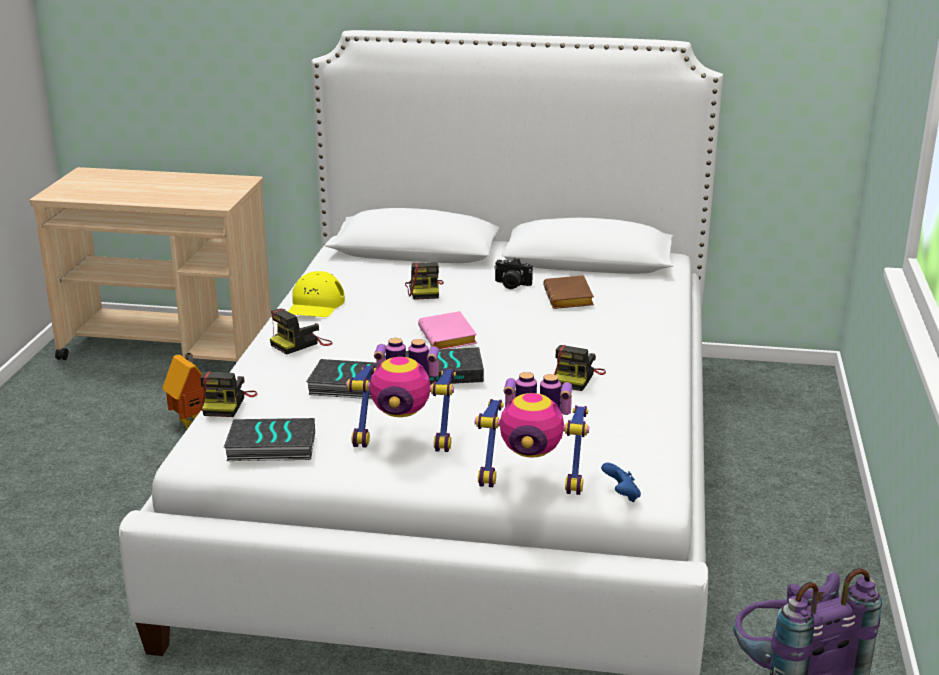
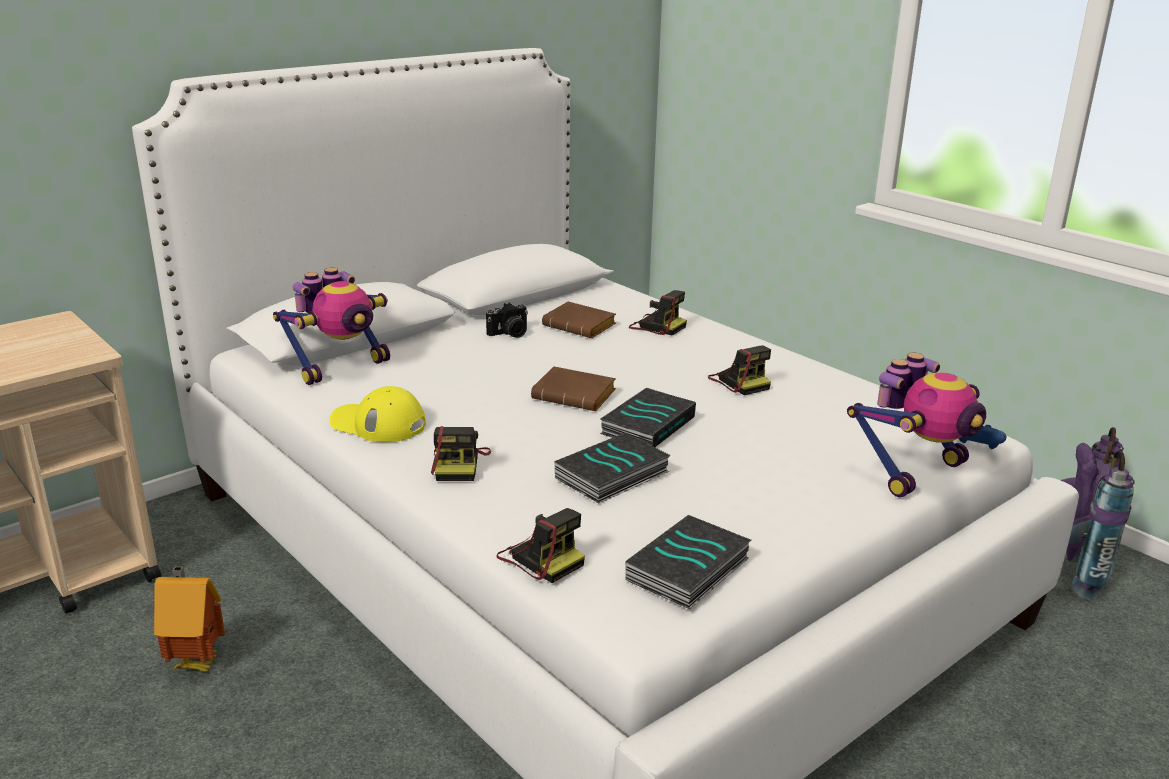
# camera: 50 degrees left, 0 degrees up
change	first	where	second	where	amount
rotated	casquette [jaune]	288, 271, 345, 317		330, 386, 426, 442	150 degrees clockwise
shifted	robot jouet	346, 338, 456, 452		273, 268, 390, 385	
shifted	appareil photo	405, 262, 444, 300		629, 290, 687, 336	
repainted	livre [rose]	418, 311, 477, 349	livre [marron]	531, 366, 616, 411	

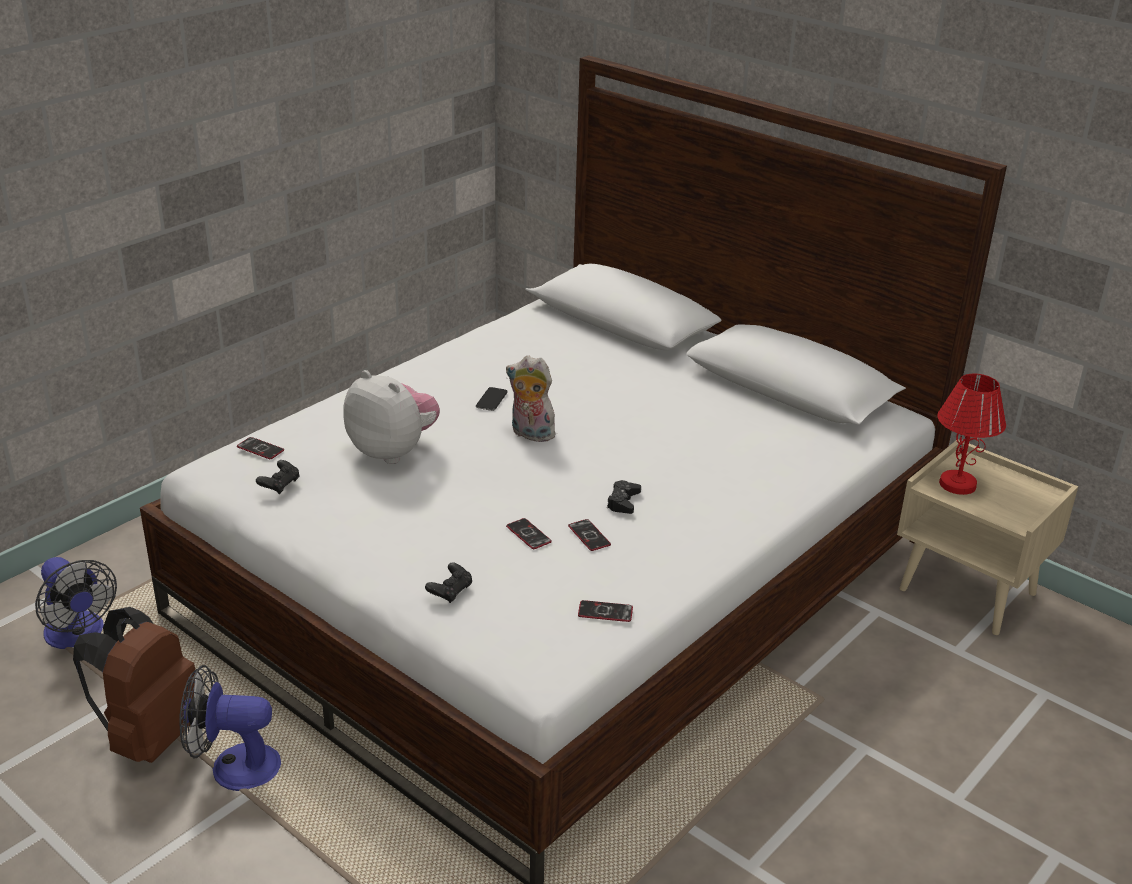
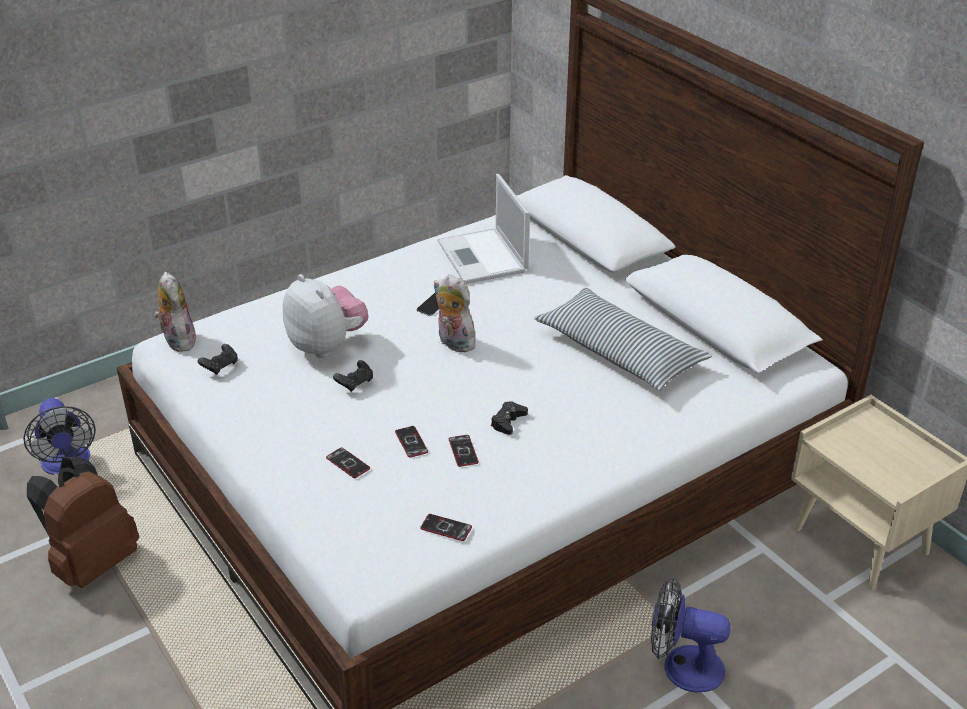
# camera: 15 degrees right, 5 degrees up
change	first	where	second	where	amount
shifted	ventilateur	179, 665, 281, 791		651, 577, 730, 692	
shifted	téléphone	237, 437, 284, 459		326, 447, 370, 478	
shifted	manette [noir]	425, 562, 472, 603		333, 360, 373, 392	
gone	lampe de table [rouge]	937, 374, 1006, 495			
new			peluche	154, 272, 196, 352	
new			ordinateur portable	438, 174, 530, 284	
new			coussin	534, 288, 712, 391	

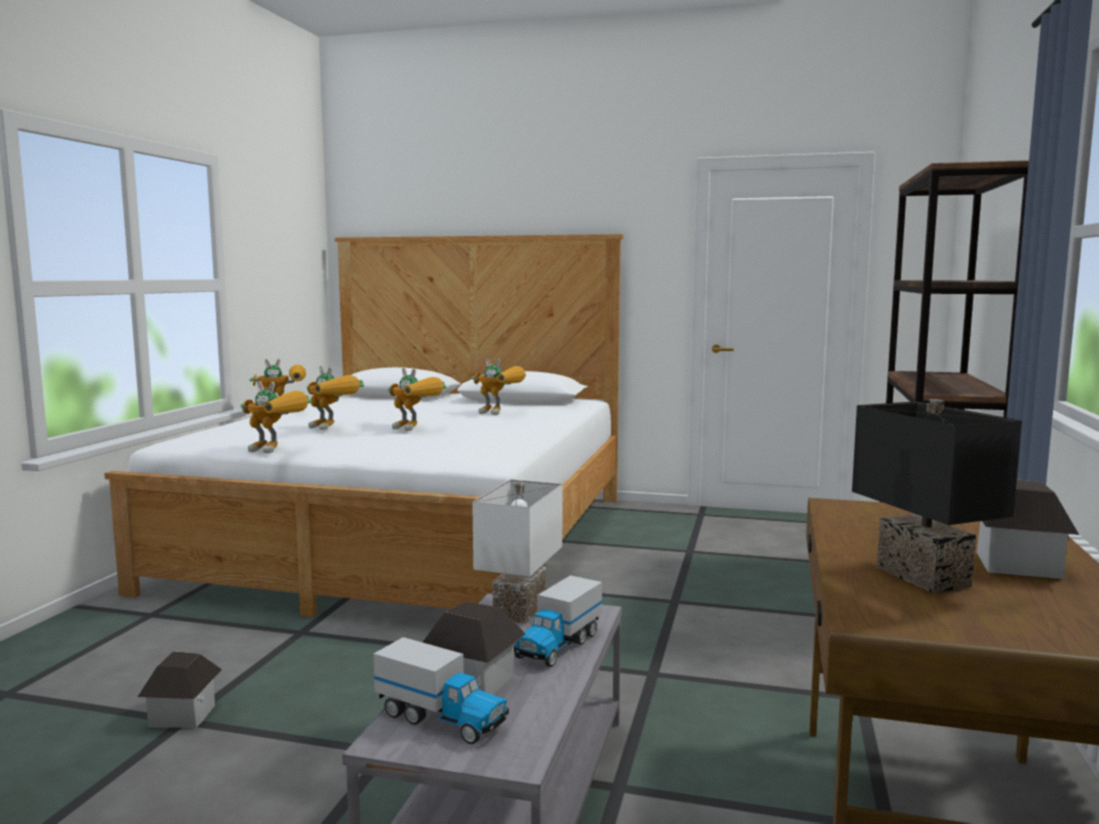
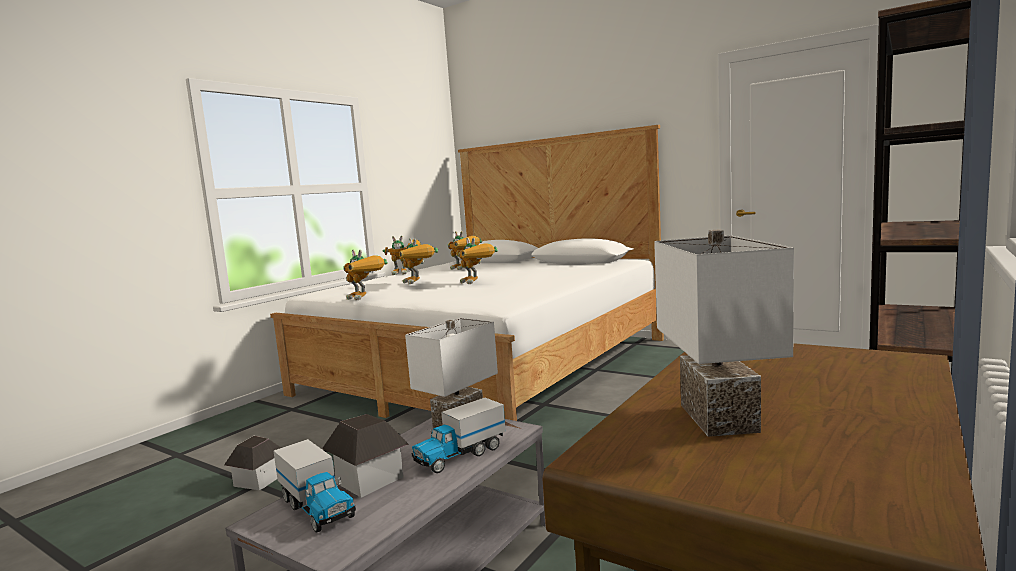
# camera: 20 degrees right, 0 degrees up
change	first	where	second	where	amount
shifted	robot jouet	472, 358, 526, 415		447, 231, 482, 270	
repainted	lampe de table [noir]	852, 399, 1022, 593	lampe de table [blanc]	654, 229, 794, 437	
gone	maison miniature	977, 479, 1079, 579			

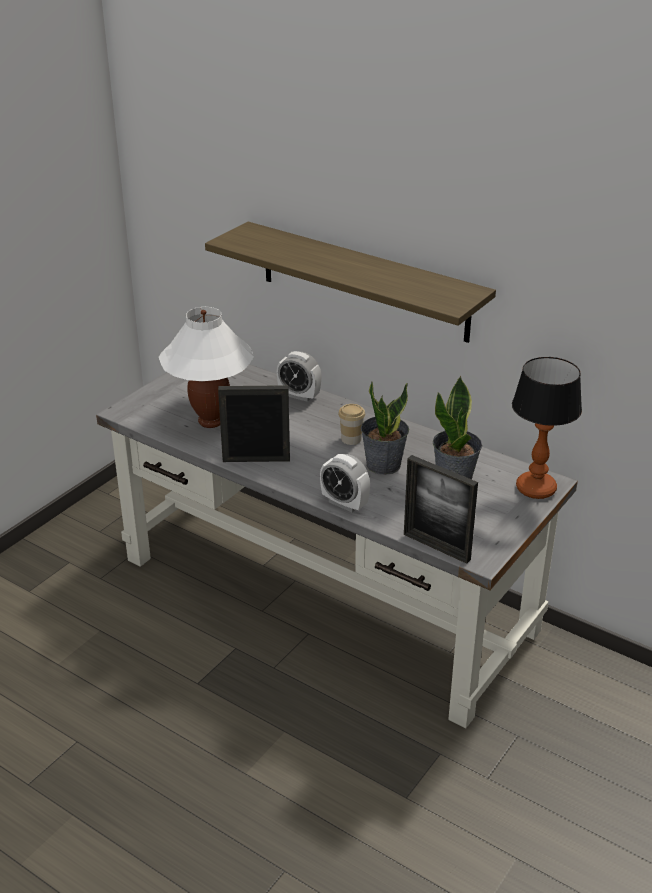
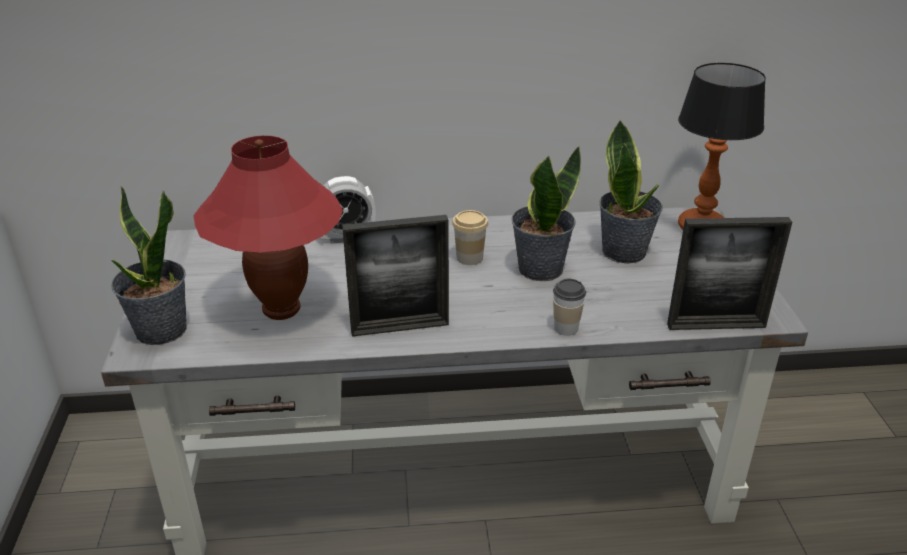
# camera: 40 degrees left, 0 degrees up
change	first	where	second	where	amount
repainted	lampe de table [blanc]	158, 307, 254, 428	lampe de table [rouge]	193, 135, 343, 320	
gone	étagère	205, 222, 496, 343			
rotated	cadre photo	218, 385, 290, 462		342, 215, 449, 337	150 degrees counterclockwise
swapped	réveil	320, 454, 370, 512	tasse	553, 279, 586, 336	
new			plante en pot	111, 187, 187, 345	

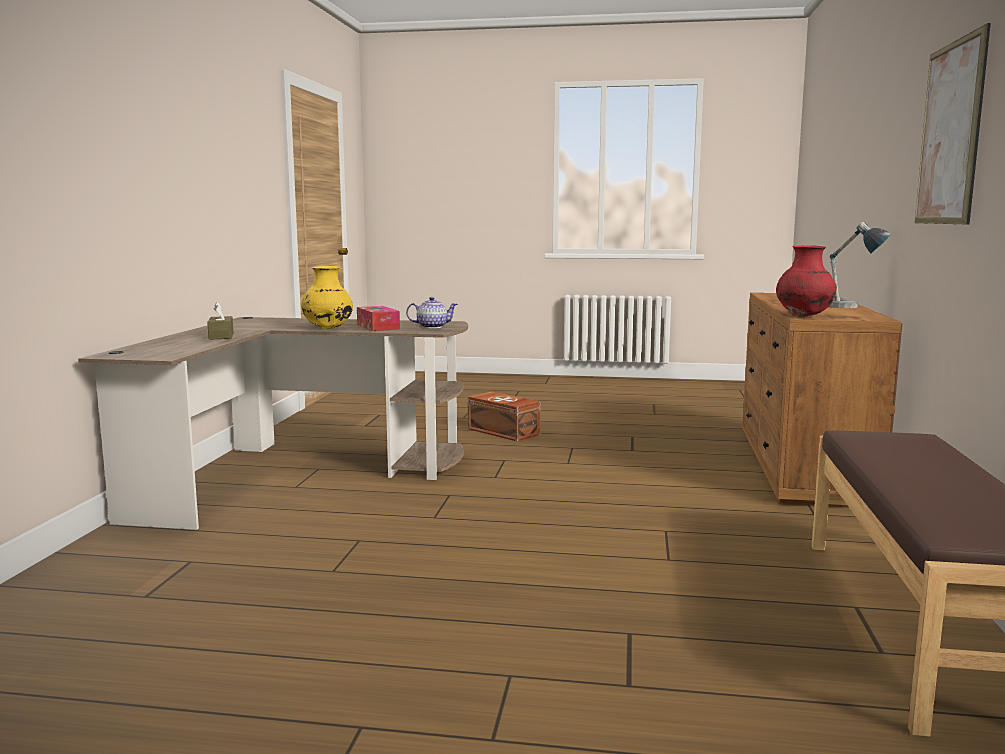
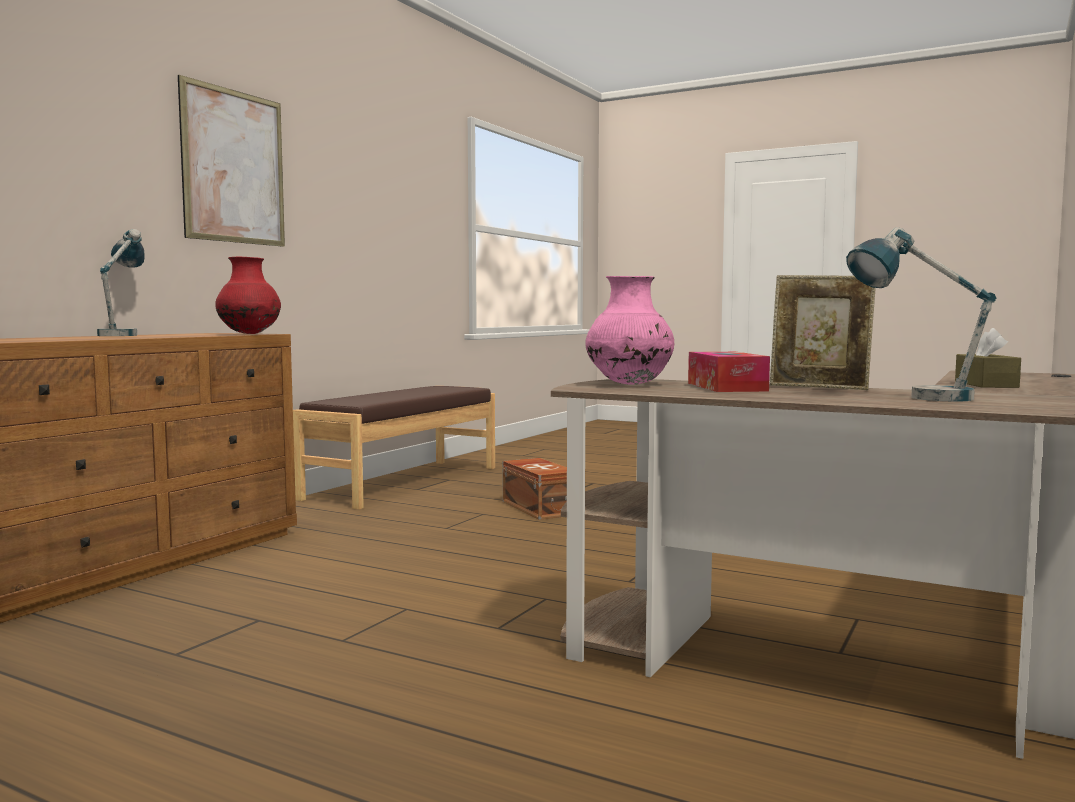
# camera: 160 degrees left, 5 degrees down
change	first	where	second	where	amount
swapped	vase [jaune]	301, 266, 353, 329	cadre photo	770, 275, 876, 390	
swapped	théière	406, 297, 458, 328	vase [rose]	585, 276, 674, 385	
shifted	boîte de rangement [marron]	468, 391, 541, 441		502, 458, 567, 520	
new			lampe de table	846, 227, 996, 401	

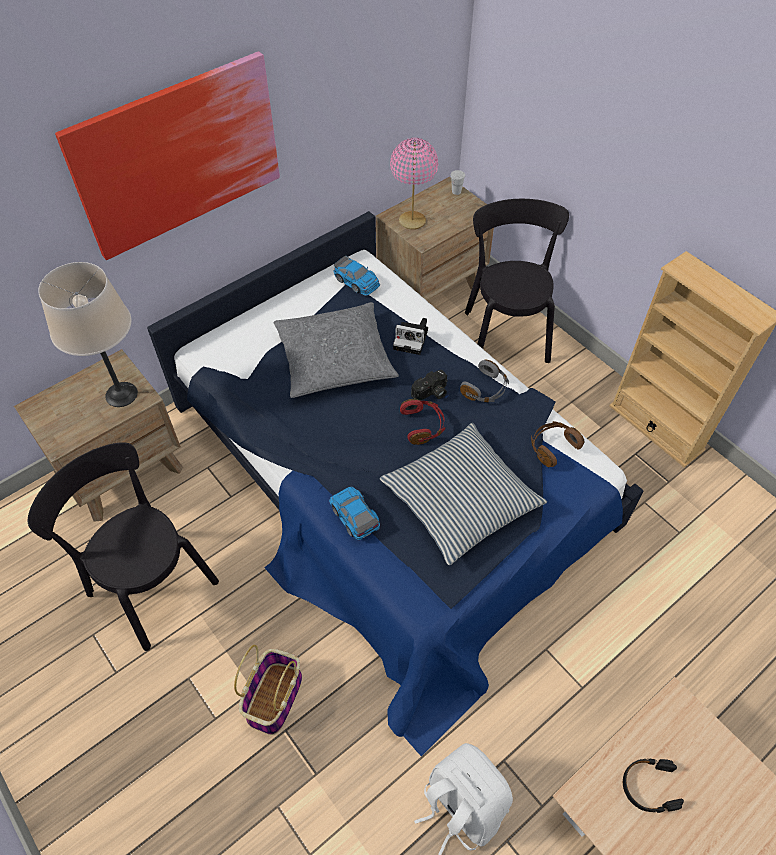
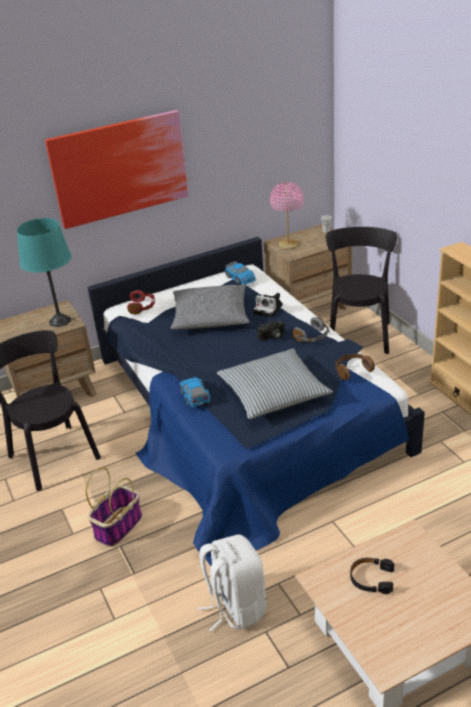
# camera: 15 degrees right, 20 degrees down
change	first	where	second	where	amount
repainted	lampe de table [beige]	38, 262, 138, 407	lampe de table [turquoise]	17, 218, 71, 327	
shifted	casque audio [rouge]	400, 399, 445, 445		127, 290, 155, 314	

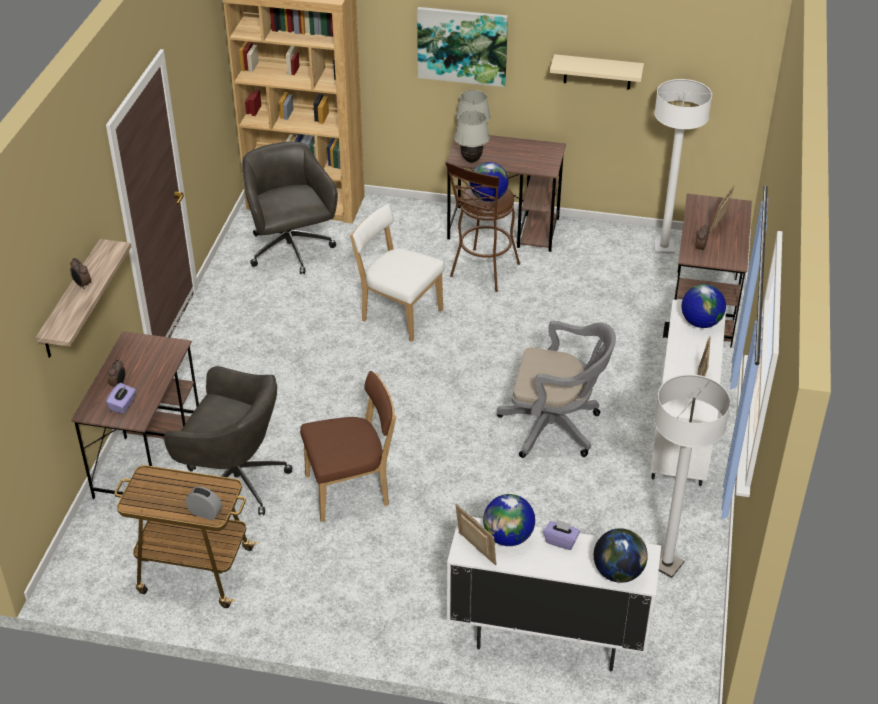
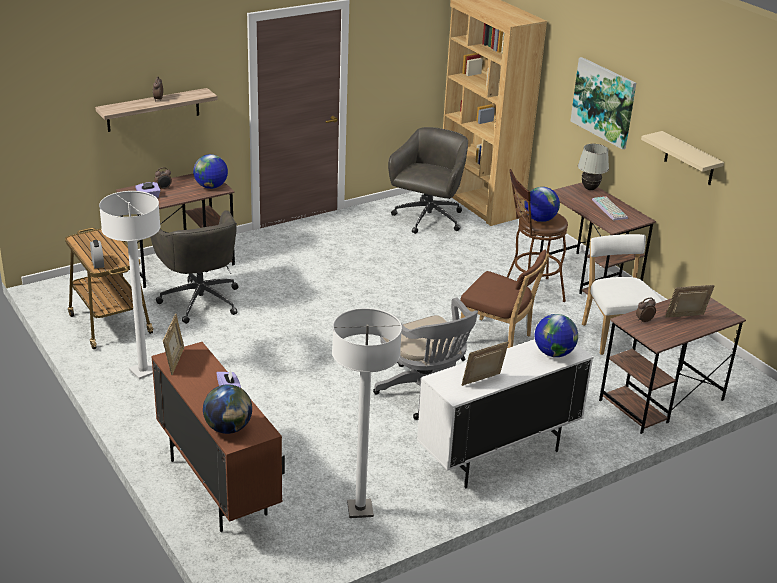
# camera: 45 degrees right, 10 degrees down
change	first	where	second	where	amount
shifted	chaise [marron]	300, 371, 396, 522		460, 250, 549, 348	
shifted	chaise [blanc]	350, 204, 445, 342		582, 234, 662, 355	
repainted	meuble de rangement [blanc]	447, 517, 661, 672	meuble de rangement [marron]	151, 342, 285, 532	
gone	lampe de table [blanc]	454, 110, 490, 163			
shifted	globe	483, 494, 535, 546		193, 154, 228, 189	
shifted	lampadaire [blanc]	654, 79, 712, 254		99, 191, 161, 380	
new			clavier	592, 196, 628, 221	

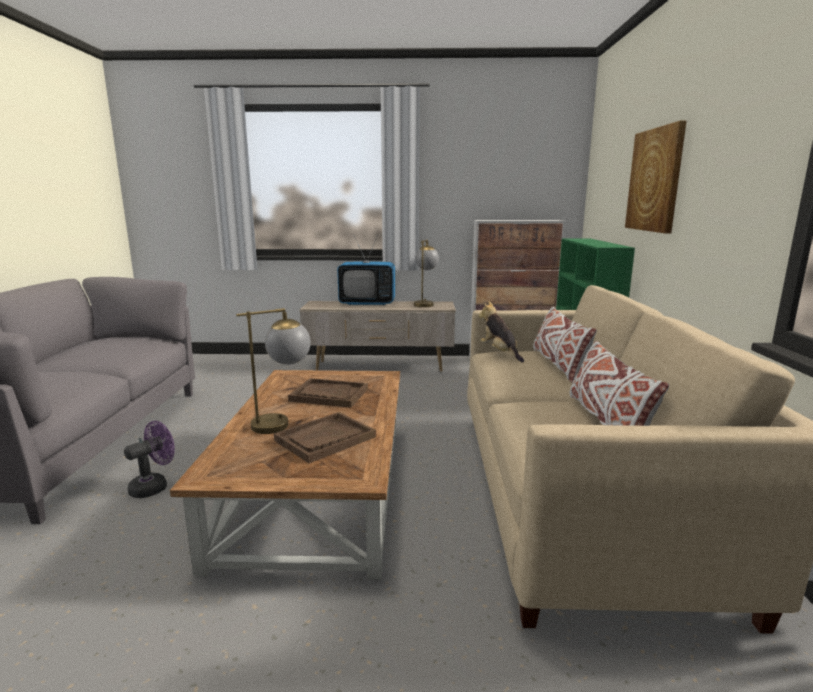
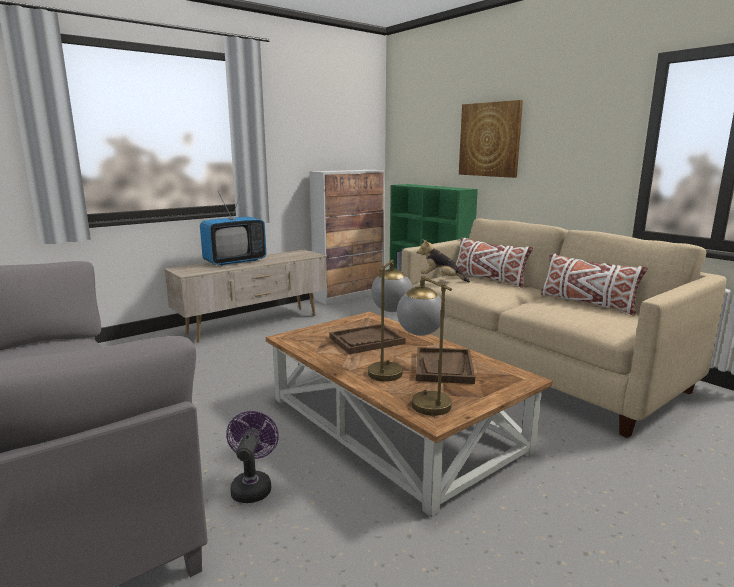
# camera: 40 degrees left, 0 degrees up
change	first	where	second	where	amount
shifted	lampe de table	414, 240, 439, 307		397, 276, 452, 416	

